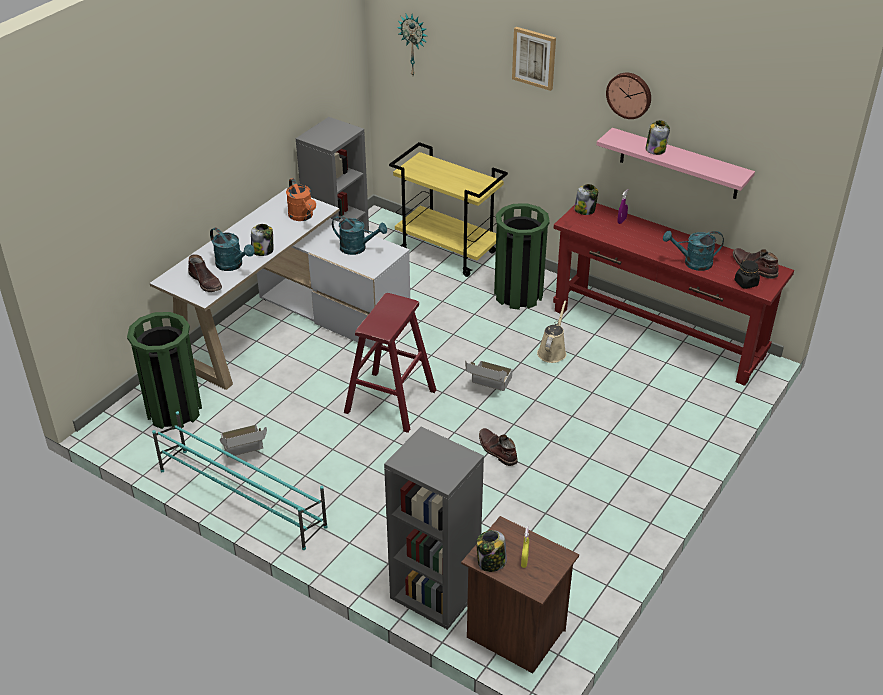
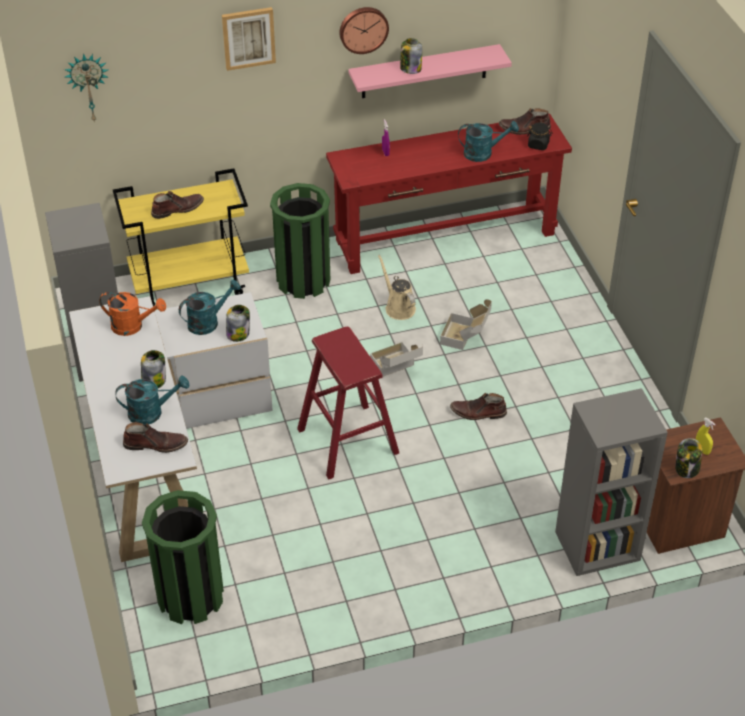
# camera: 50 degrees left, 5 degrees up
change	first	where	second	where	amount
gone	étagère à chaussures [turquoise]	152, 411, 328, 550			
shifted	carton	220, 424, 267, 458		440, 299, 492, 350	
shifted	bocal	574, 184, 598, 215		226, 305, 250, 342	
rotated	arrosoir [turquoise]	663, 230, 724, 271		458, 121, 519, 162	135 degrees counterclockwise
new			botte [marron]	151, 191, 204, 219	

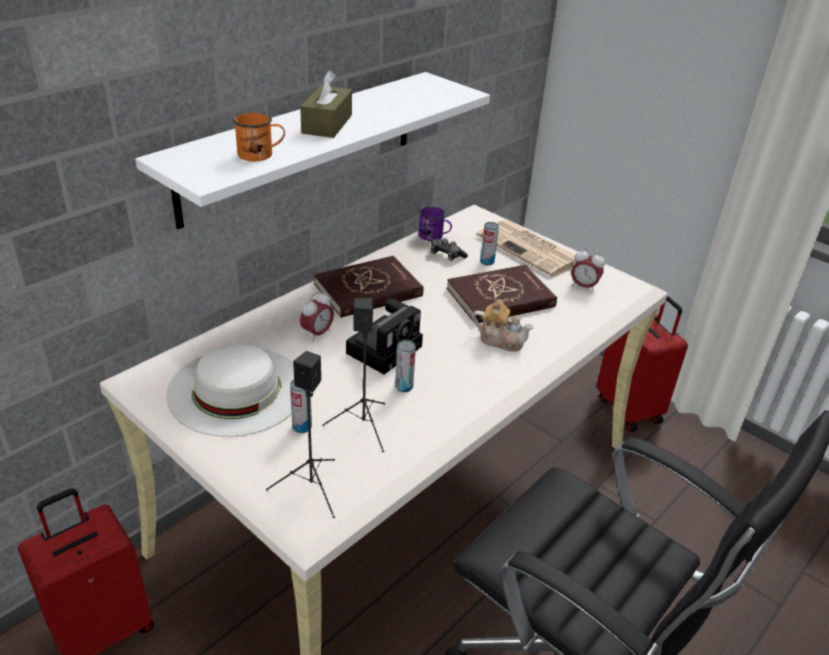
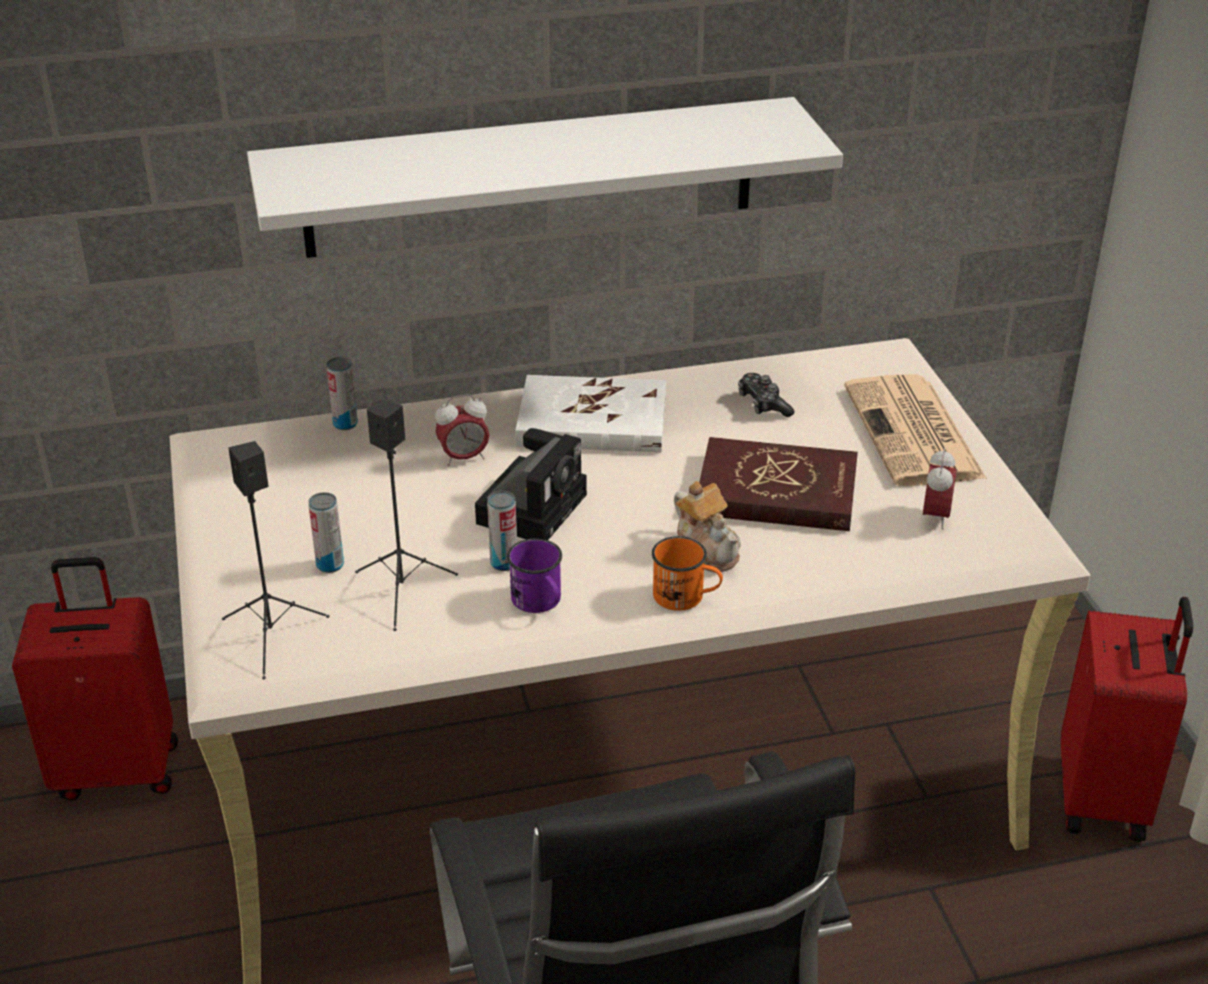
# camera: 35 degrees right, 0 degrees up
change	first	where	second	where	amount
gone	chapeau [blanc]	166, 344, 294, 437			
shifted	mug [orange]	233, 112, 285, 161		652, 536, 723, 611	
gone	boîte à mouchoirs [marron]	300, 70, 352, 138			
repainted	livre [rouge]	314, 256, 423, 318	livre [blanc]	515, 375, 666, 452	
rotated	appareil photo	346, 299, 423, 374		475, 428, 587, 540	45 degrees counterclockwise
shifted	mug [violet]	419, 206, 452, 241		507, 538, 562, 613	
shifted	boîte métallique	480, 222, 499, 265		326, 357, 358, 430	
rotated	réveil	571, 248, 605, 292		923, 448, 957, 530	135 degrees counterclockwise

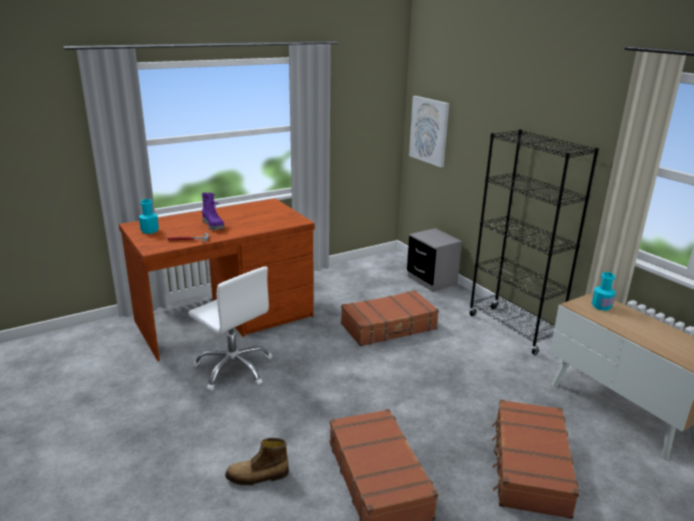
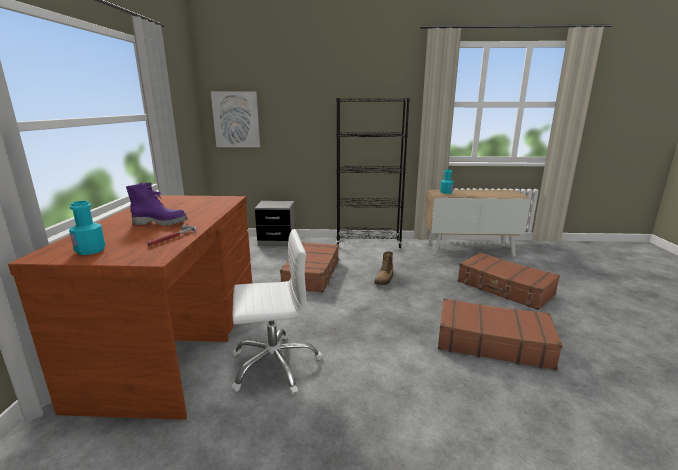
# camera: 55 degrees left, 5 degrees down
change	first	where	second	where	amount
shifted	botte	225, 438, 289, 485		374, 251, 393, 285	

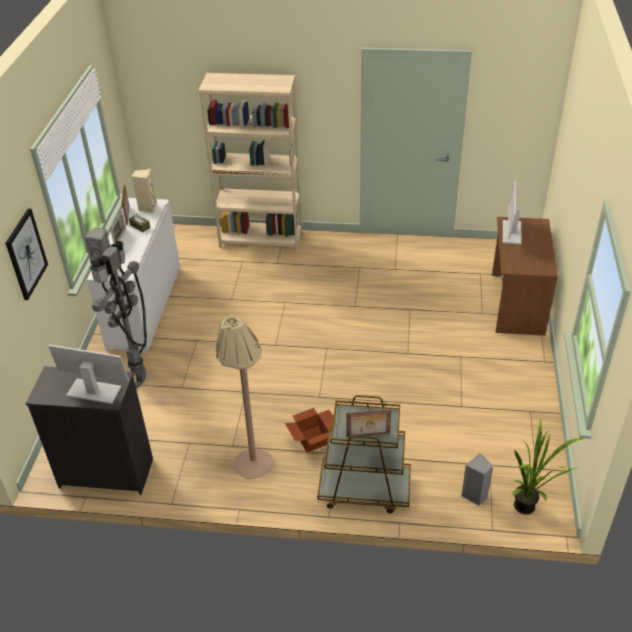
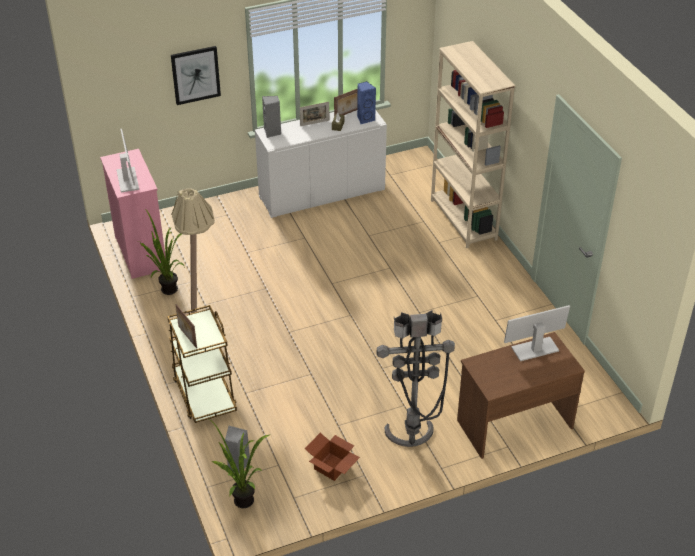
# camera: 60 degrees right, 0 degrees up
change	first	where	second	where	amount
repainted	commode [noir]	25, 366, 153, 495	commode [rose]	100, 149, 165, 279	
shifted	lampadaire [gris]	90, 240, 147, 389		377, 310, 455, 447	
repainted	enceinte [beige]	132, 169, 157, 213	enceinte [bleu]	357, 81, 376, 124	
shifted	carton	285, 408, 333, 453		305, 433, 360, 481	
new			plante en pot	138, 209, 184, 295	

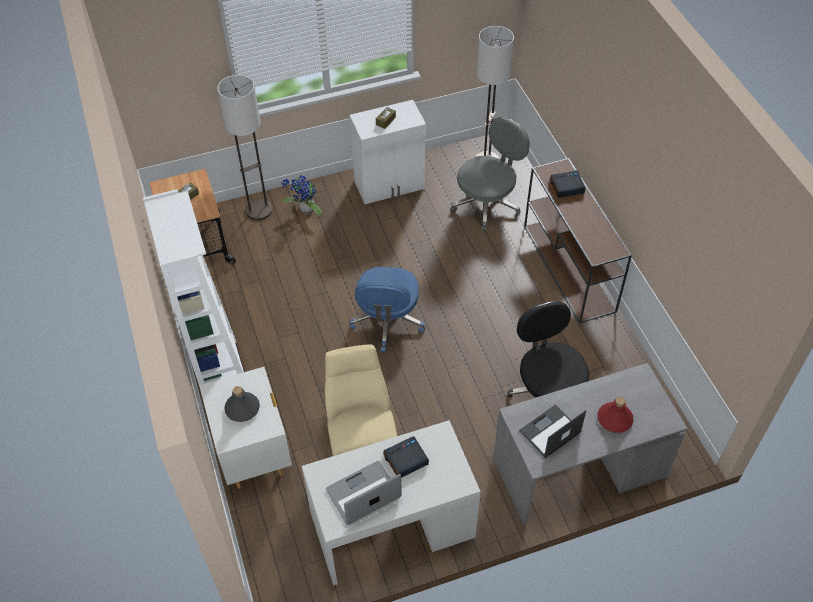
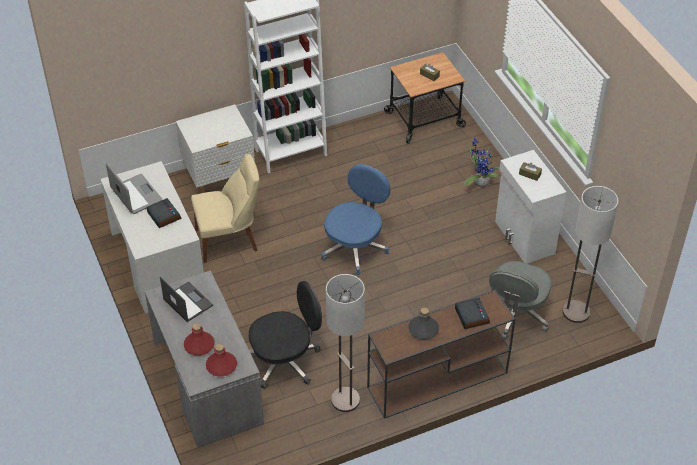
# camera: 85 degrees right, 5 degrees down
change	first	where	second	where	amount
shifted	lampadaire	217, 75, 272, 220		326, 274, 365, 412	
shifted	bouteille [gris]	224, 386, 260, 422		408, 308, 439, 340	
rotated	chaise de bureau [bleu]	349, 267, 425, 352		321, 164, 390, 275	120 degrees clockwise
rotated	chaise de bureau [gris]	451, 117, 530, 230		489, 261, 551, 340	75 degrees clockwise
new			bouteille [rouge]	206, 344, 237, 377	

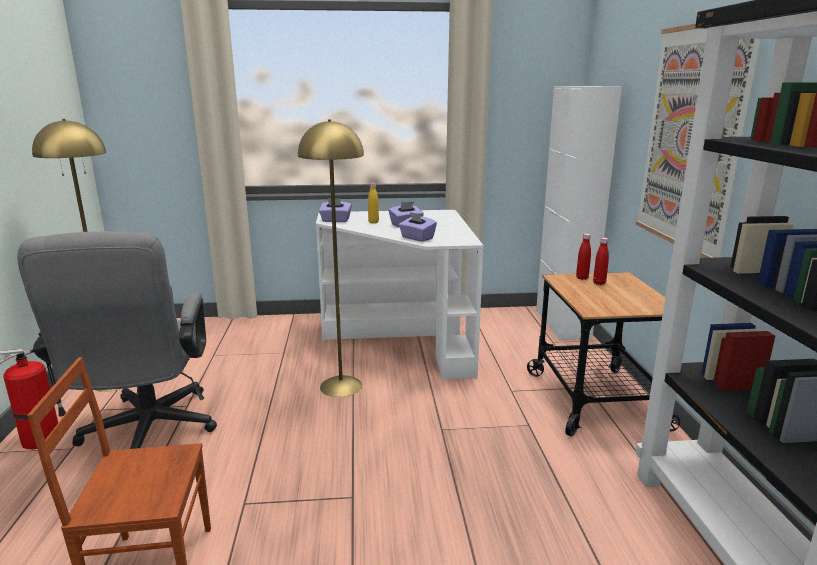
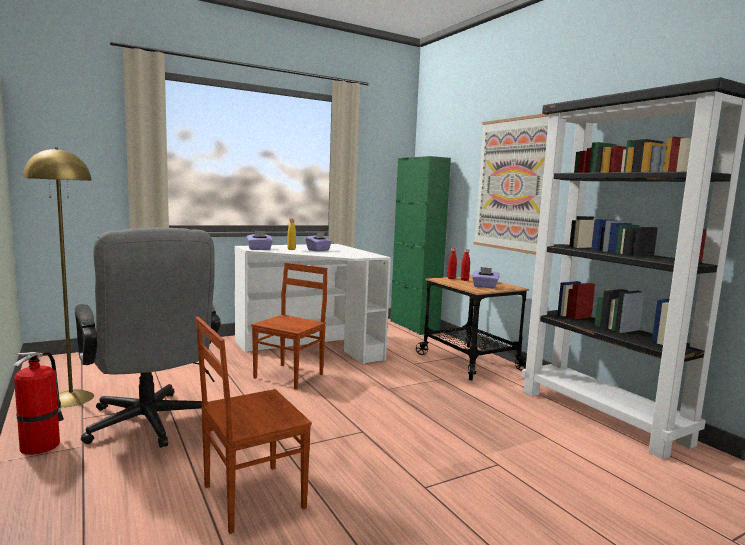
# camera: 25 degrees left, 10 degrees down
change	first	where	second	where	amount
swapped	lampadaire [jaune]	298, 119, 364, 397	chaise [marron]	251, 263, 327, 389	
shifted	boîte à mouchoirs [violet]	399, 212, 437, 242		472, 267, 500, 288	
repainted	meuble de rangement [blanc]	536, 86, 622, 340	meuble de rangement [vert]	390, 156, 451, 335	

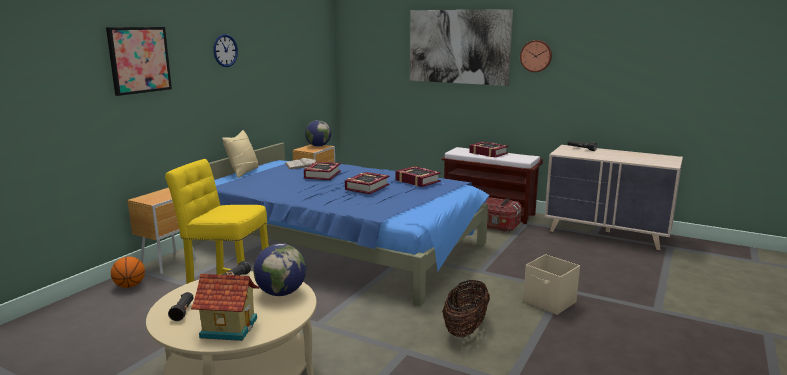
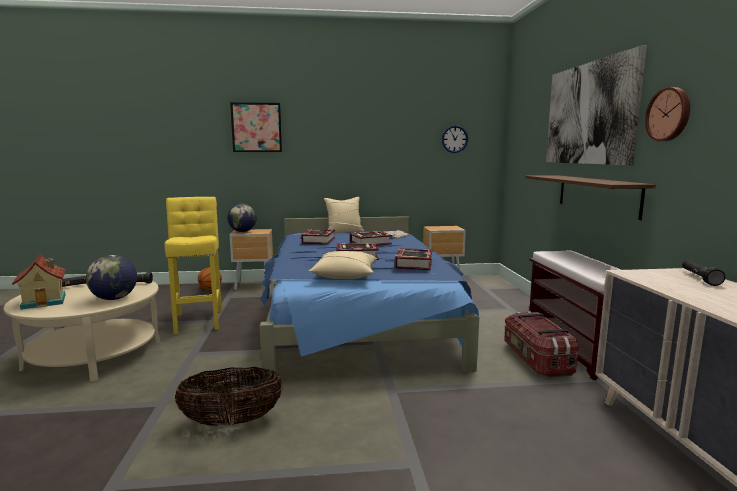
# camera: 55 degrees right, 5 degrees down
change	first	where	second	where	amount
shifted	horloge murale	213, 34, 238, 67		442, 125, 468, 153	
shifted	globe	305, 120, 331, 147		227, 204, 257, 232	
shifted	livre	469, 142, 509, 157		301, 229, 335, 244	
gone	boîte de rangement [beige]	523, 254, 580, 315			
new			coussin [beige]	309, 251, 377, 279	
new			étagère [marron]	526, 175, 656, 220	

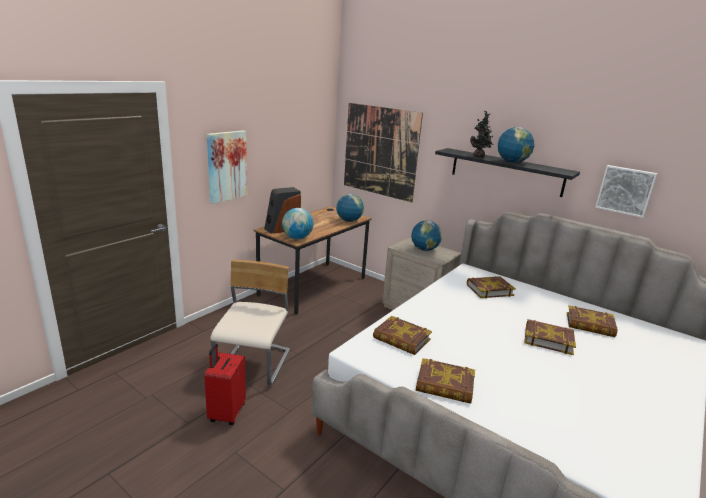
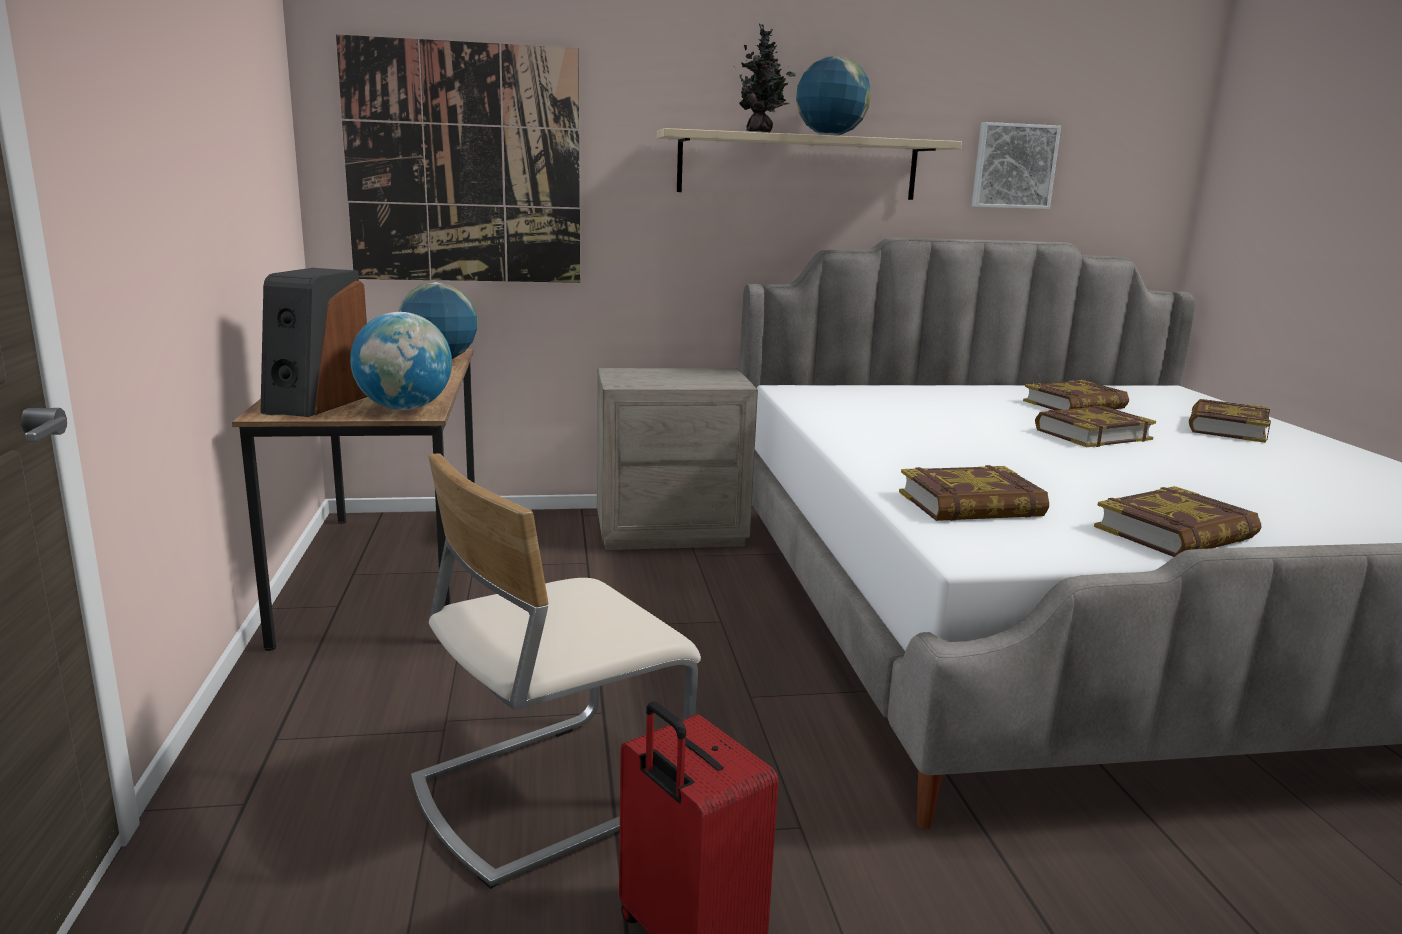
# camera: 45 degrees left, 5 degrees down
change	first	where	second	where	amount
gone	tableau	207, 130, 247, 204			
rotated	chaise [beige]	210, 260, 290, 385		411, 453, 701, 889	90 degrees counterclockwise
gone	globe	411, 220, 442, 251			
repainted	étagère [noir]	435, 148, 580, 197	étagère [beige]	656, 128, 962, 200	
shifted	livre	467, 276, 516, 298		1189, 399, 1271, 443	

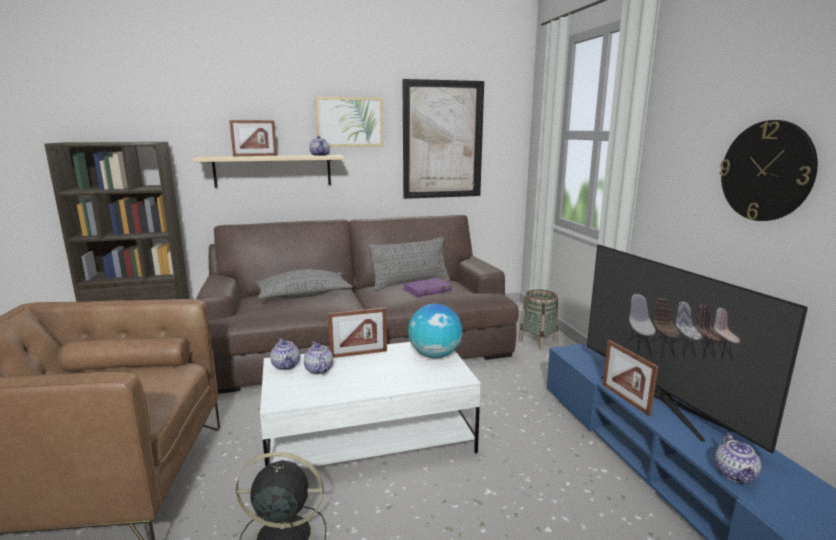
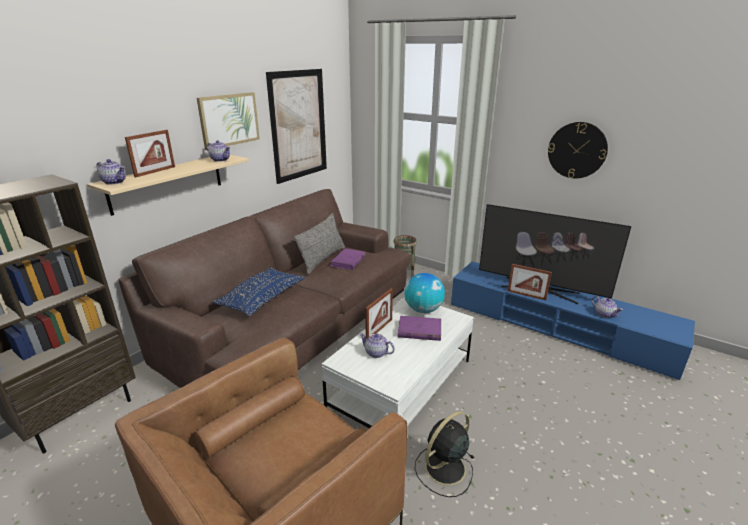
# camera: 40 degrees left, 10 degrees up
change	first	where	second	where	amount
repainted	coussin [gris]	256, 269, 352, 299	coussin [bleu]	213, 267, 305, 316	
shifted	théière	270, 338, 300, 370		96, 159, 126, 185	
new			livre [violet]	398, 316, 441, 341	

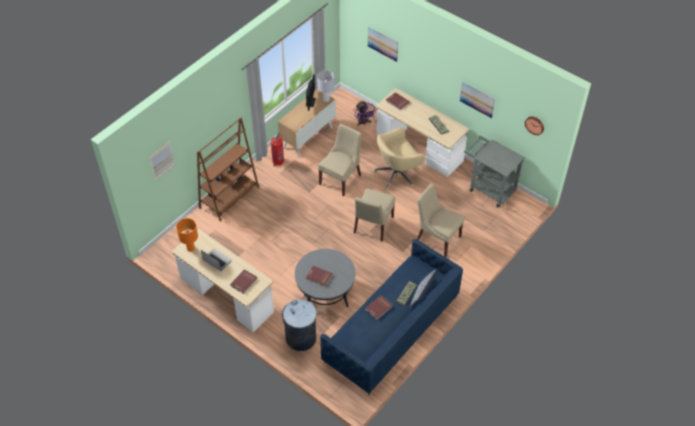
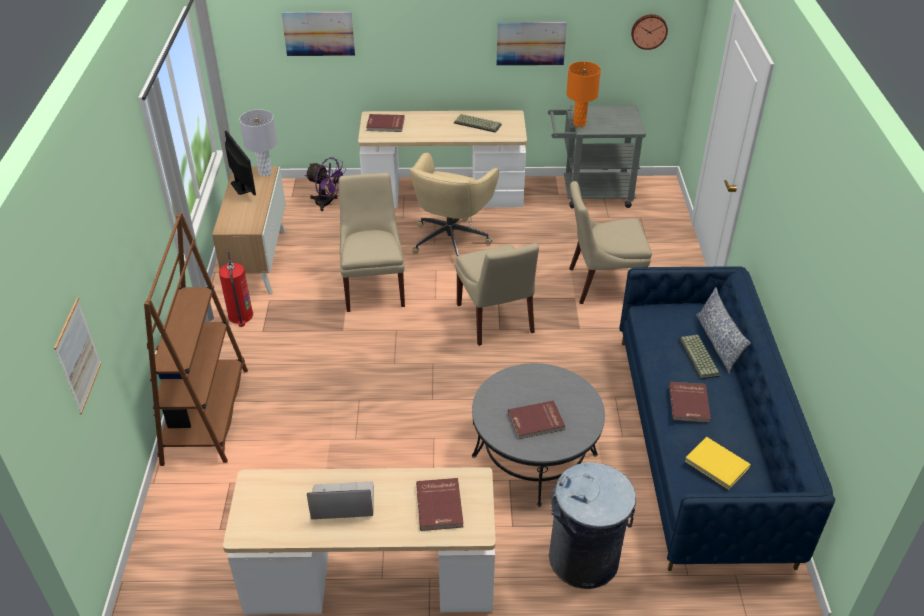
# camera: 40 degrees left, 10 degrees down
change	first	where	second	where	amount
shifted	lampe de table [orange]	176, 218, 198, 252		566, 61, 601, 127	
new			livre [jaune]	685, 437, 751, 490	

